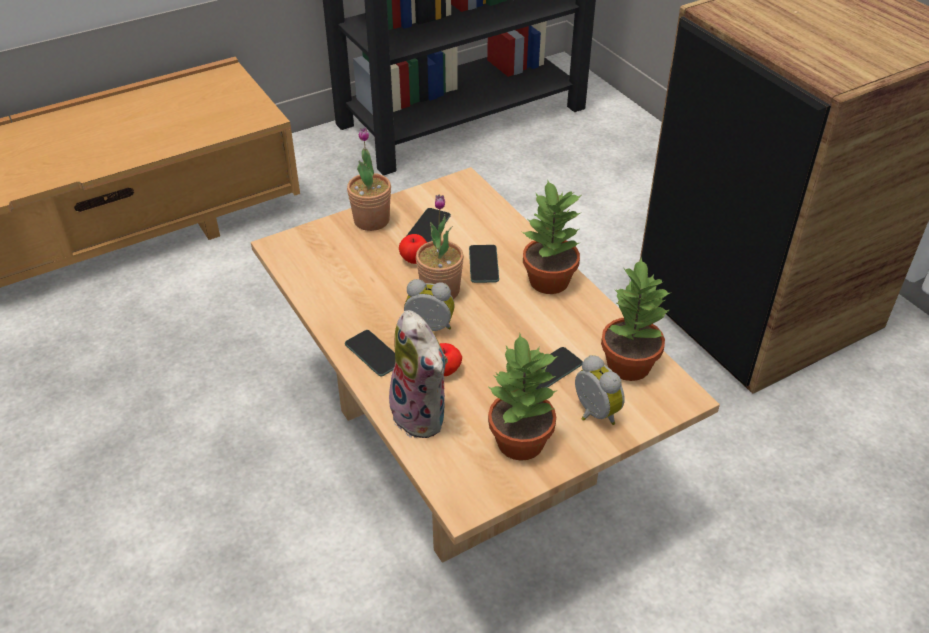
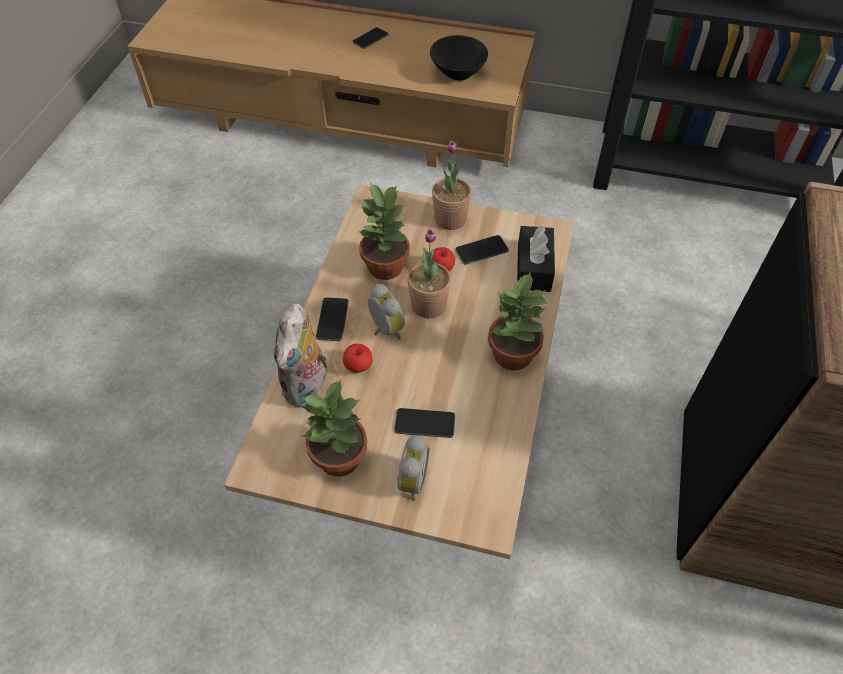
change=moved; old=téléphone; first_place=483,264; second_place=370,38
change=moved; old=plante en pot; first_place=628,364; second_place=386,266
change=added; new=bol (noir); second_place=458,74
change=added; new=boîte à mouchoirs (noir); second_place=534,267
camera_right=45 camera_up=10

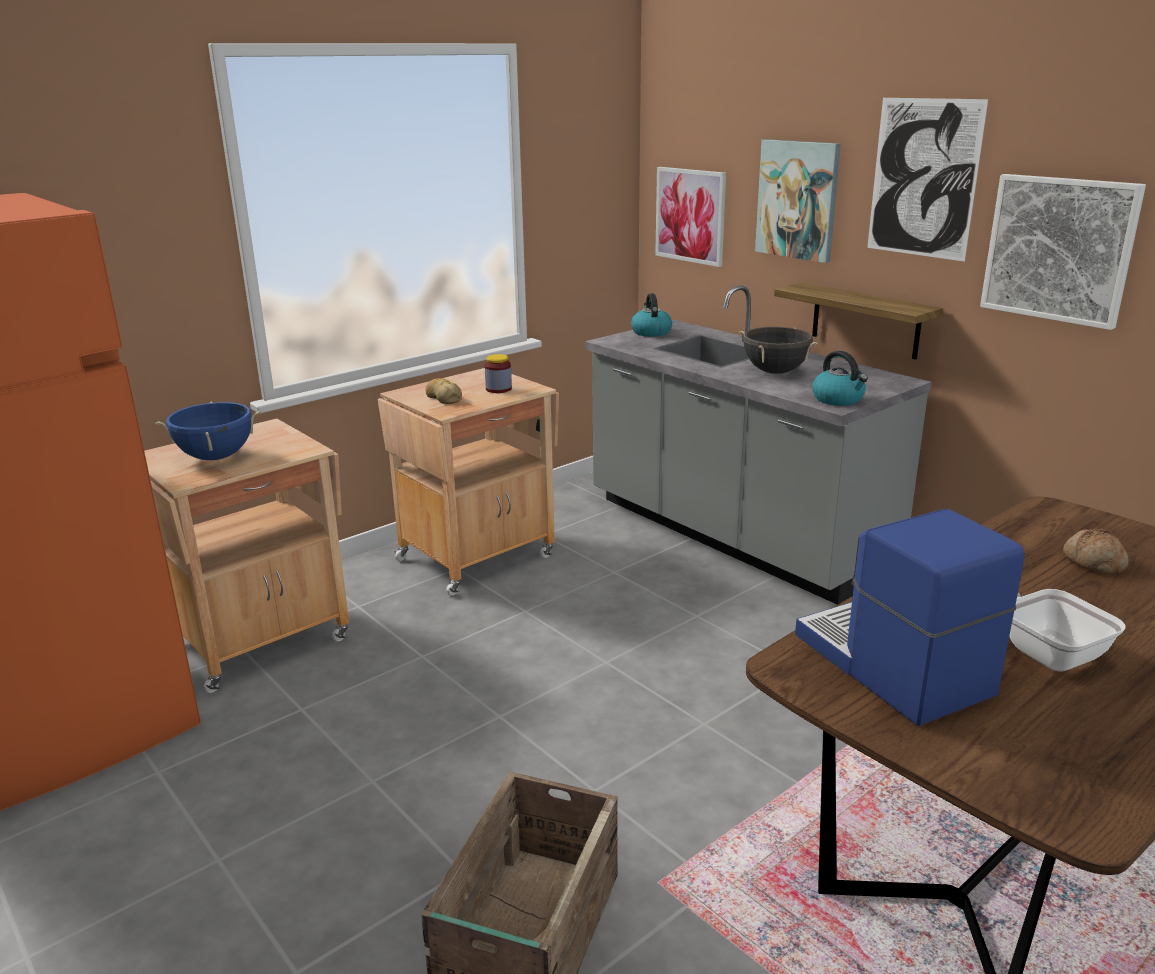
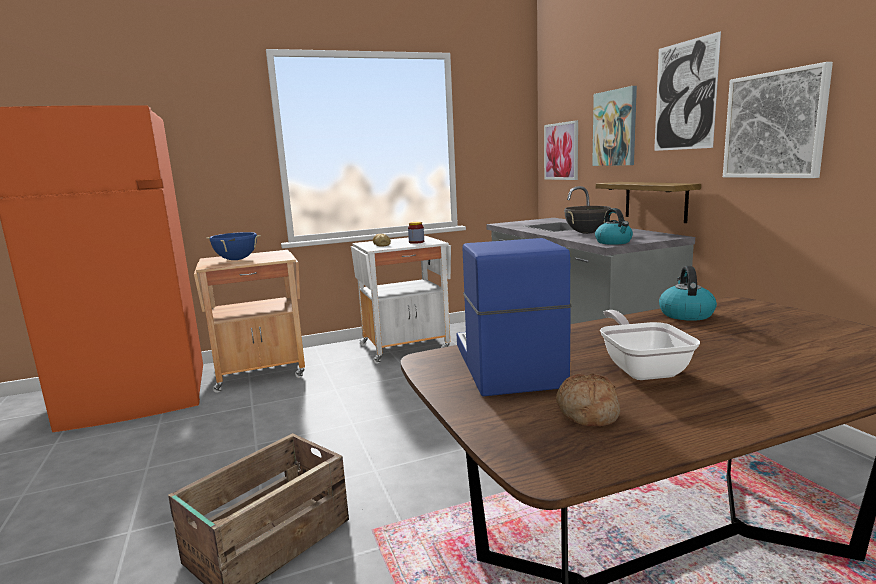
change=moved; old=bouilloire; first_place=650,332; second_place=685,314
change=recoloured; old=chariot (marron); new=chariot (blanc); first_place=477,557; second_place=406,347
change=moved; old=pain; first_place=1093,562; second_place=586,412
camera_right=20 camera_up=-10

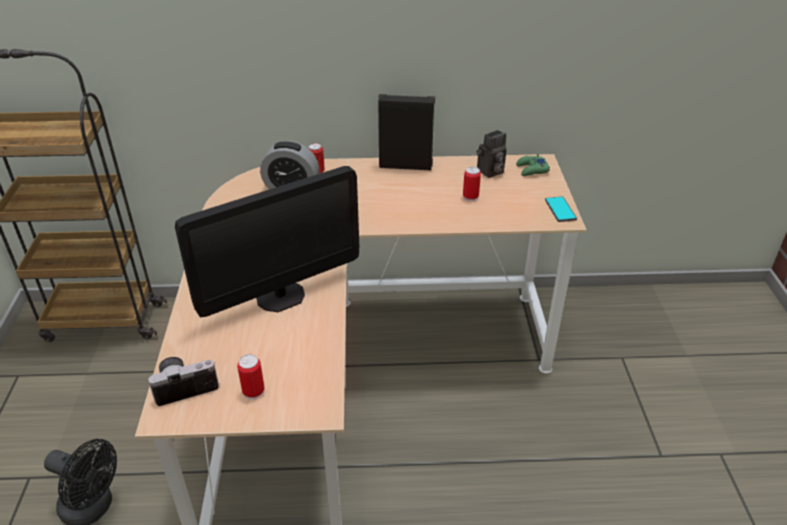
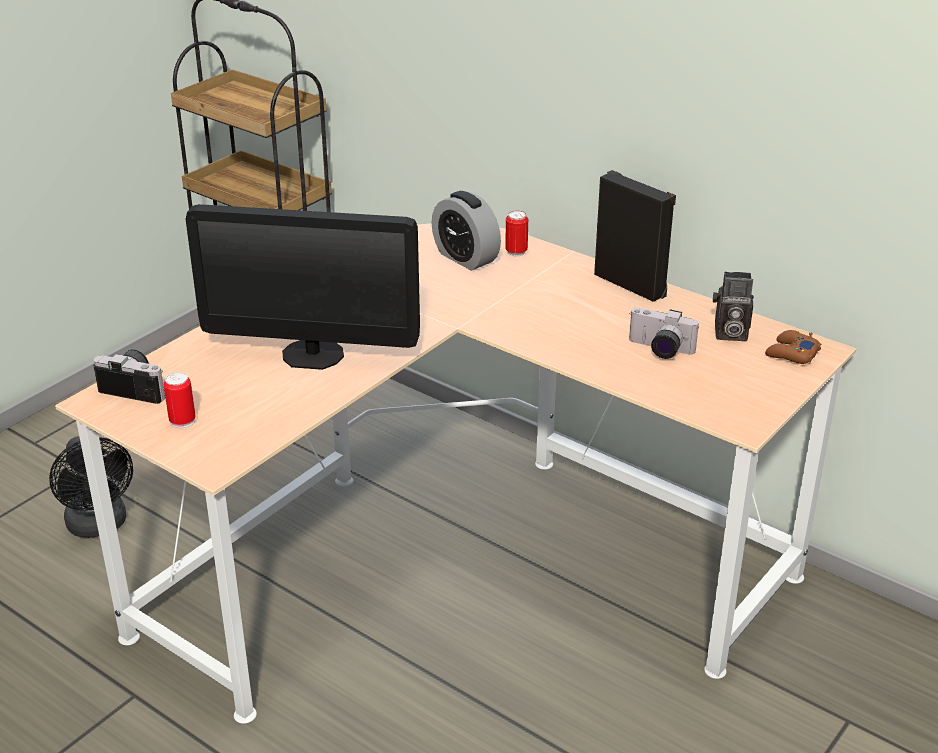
change=recoloured; old=manette (vert); new=manette (marron); first_place=532,170; second_place=791,354
change=replaced; old=boîte métallique; new=appareil photo; first_place=470,197; second_place=659,350
change=removed; old=téléphone; first_place=560,209
camera_right=40 camera_up=-5

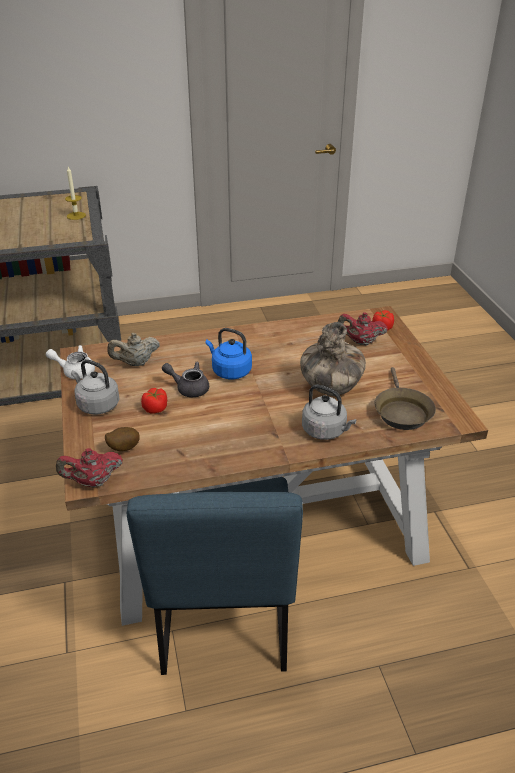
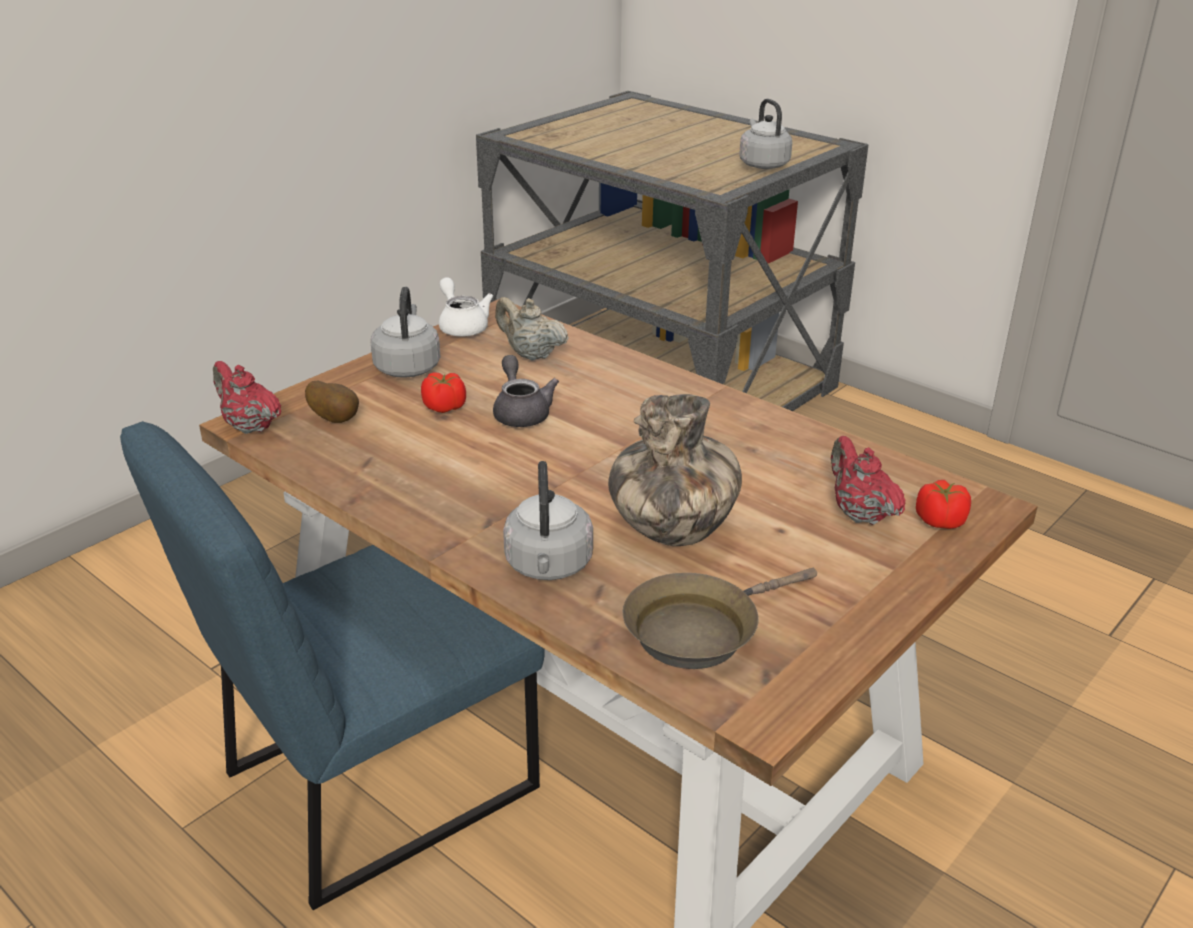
change=replaced; old=bougie; new=bouilloire (gris); first_place=76,216; second_place=762,164
change=removed; old=bouilloire (bleu); first_place=230,371
camera_right=55 camera_up=-5

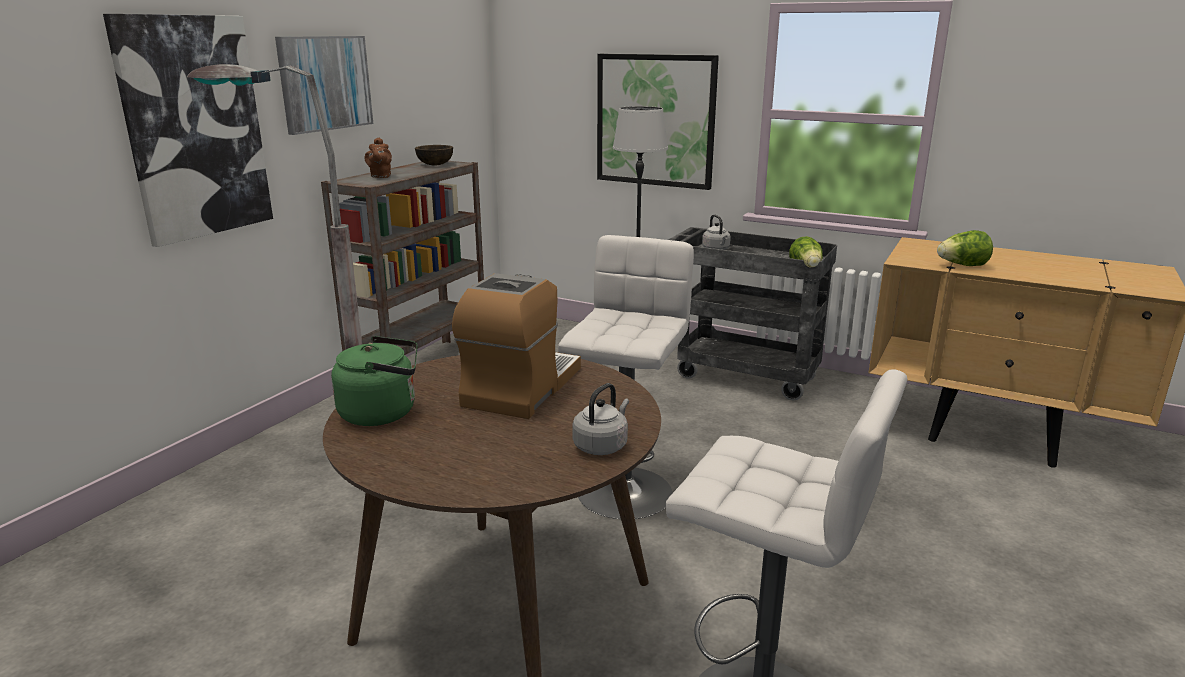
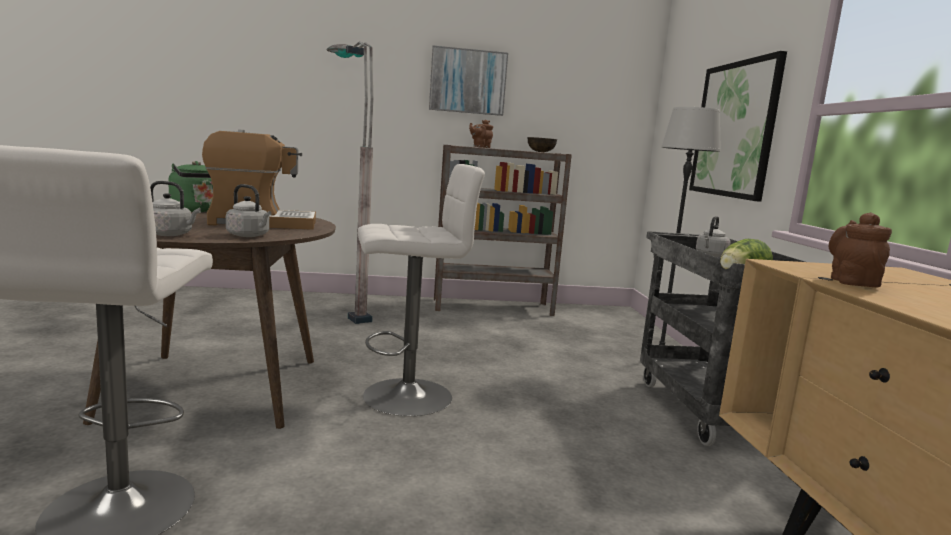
change=removed; old=tableau; first_place=194,128
change=replaced; old=laitue; new=théière (marron); first_place=962,265; second_place=852,282
change=added; new=bouilloire (gris); second_place=249,236
camera_right=55 camera_up=-10

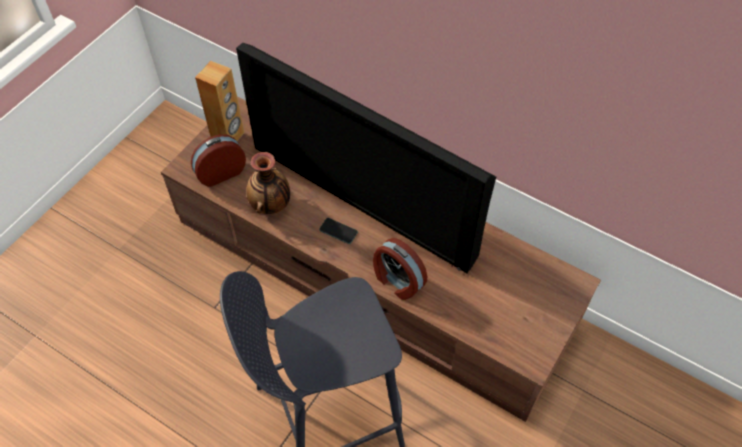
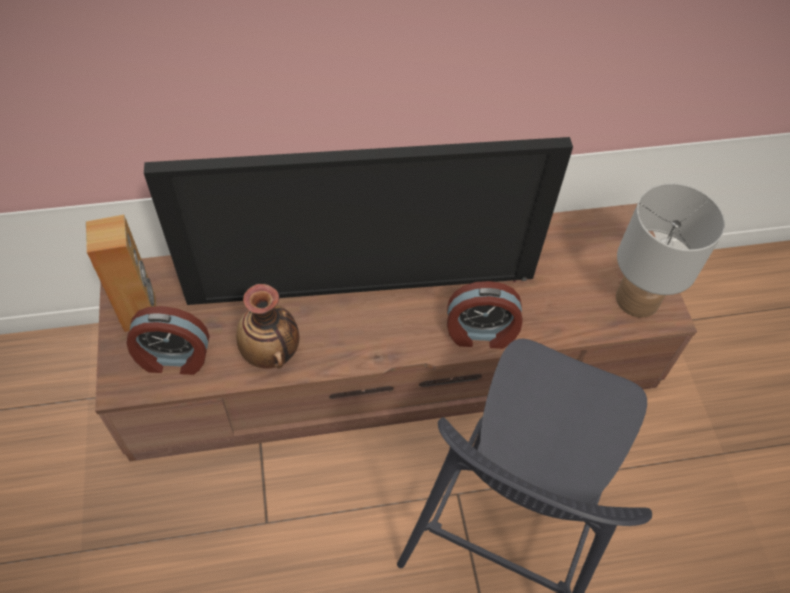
change=turned; old=réveil; first_place=220,172; second_place=174,359; degrees=-105
change=removed; old=téléphone; first_place=338,231
change=added; new=lampe de table (gris); second_place=637,299
camera_right=-45 camera_up=0

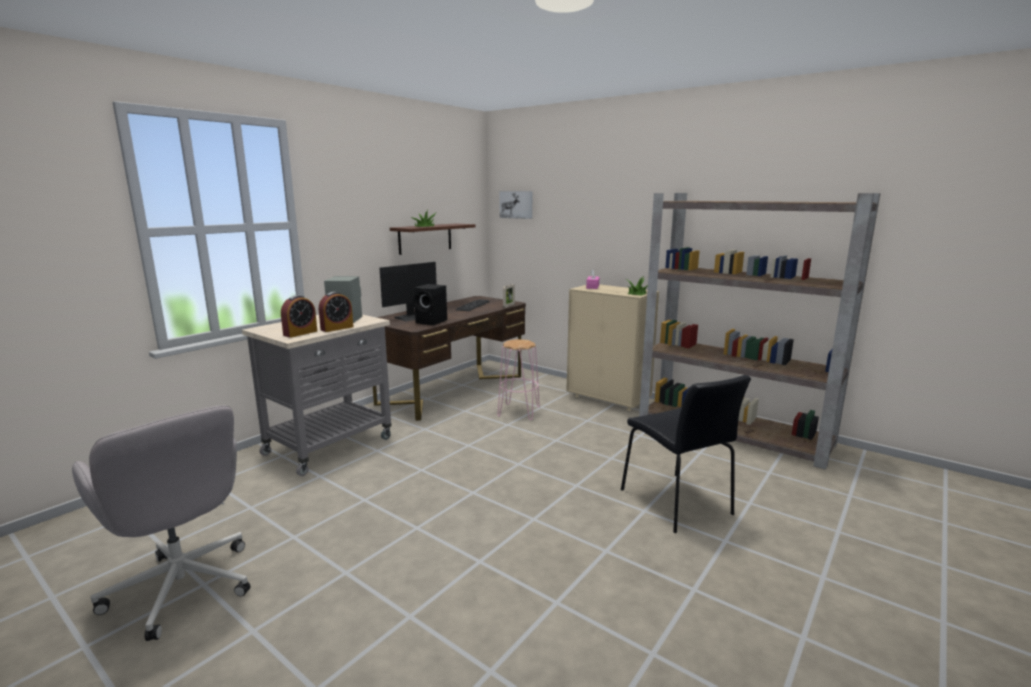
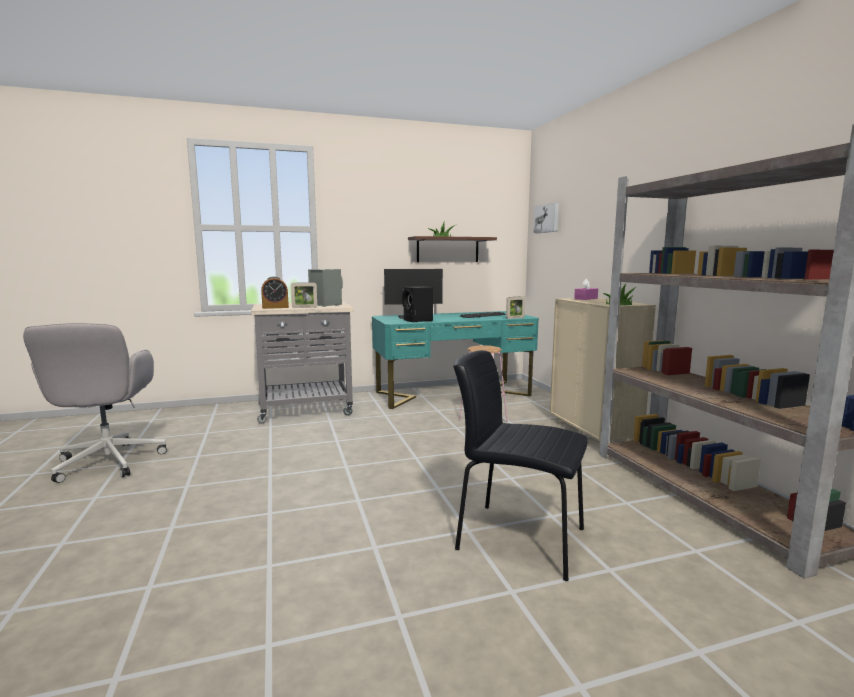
change=replaced; old=réveil; new=cadre photo; first_place=337,328; second_place=304,307
change=recoloured; old=bureau (marron); new=bureau (turquoise); first_place=453,389; second_place=453,394
change=turned; old=chaise (noir); first_place=678,503; second_place=516,538; degrees=105
camera_right=35 camera_up=-5

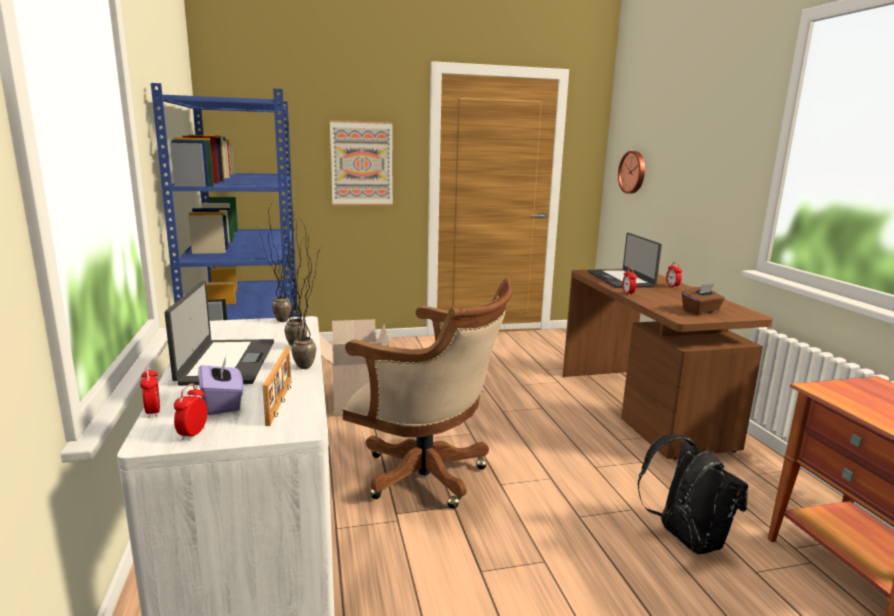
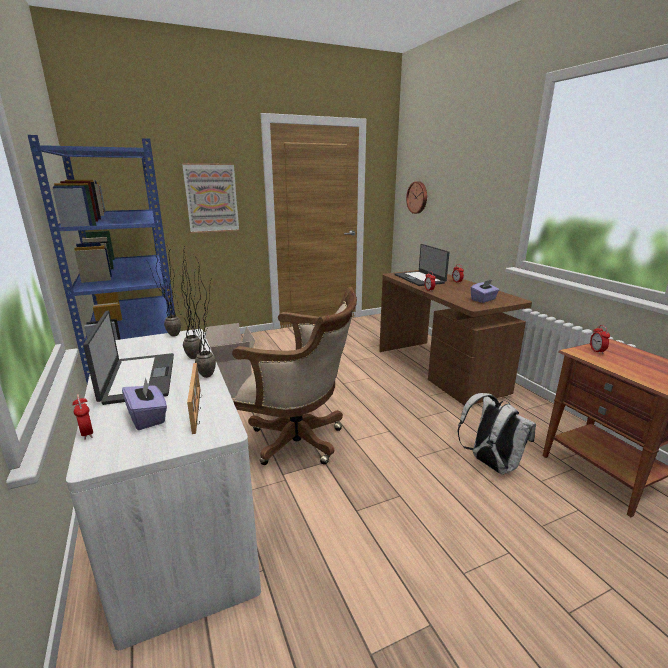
change=recoloured; old=boîte à mouchoirs (marron); new=boîte à mouchoirs (violet); first_place=701,311; second_place=483,300
change=moved; old=réveil; first_place=193,434; second_place=597,351
change=recoloured; old=sac à dos (noir); new=sac à dos (blanc); first_place=685,539; second_place=490,464
camera_right=-10 camera_up=5

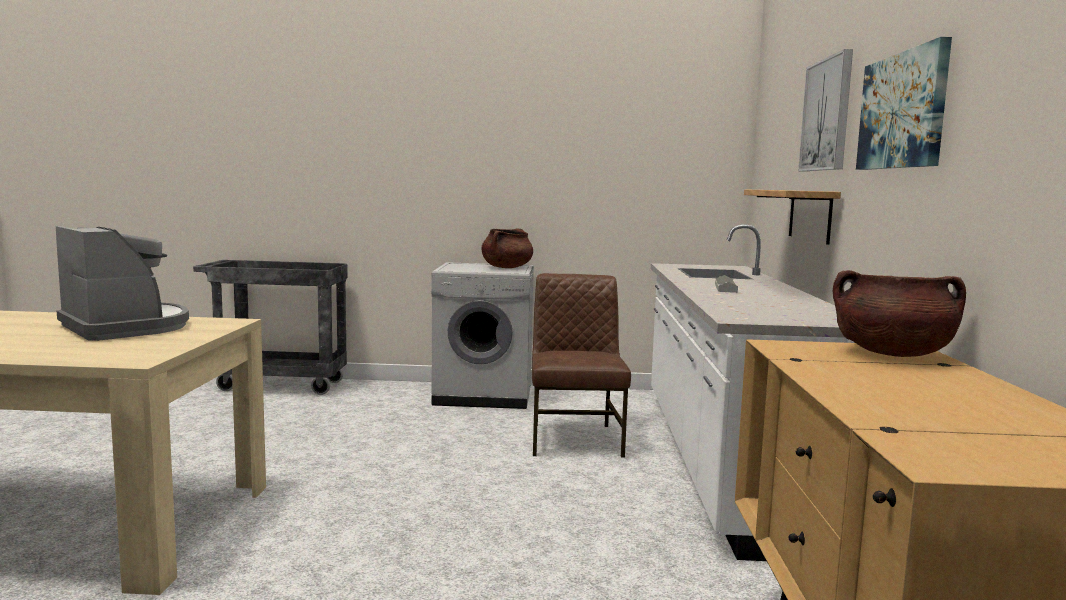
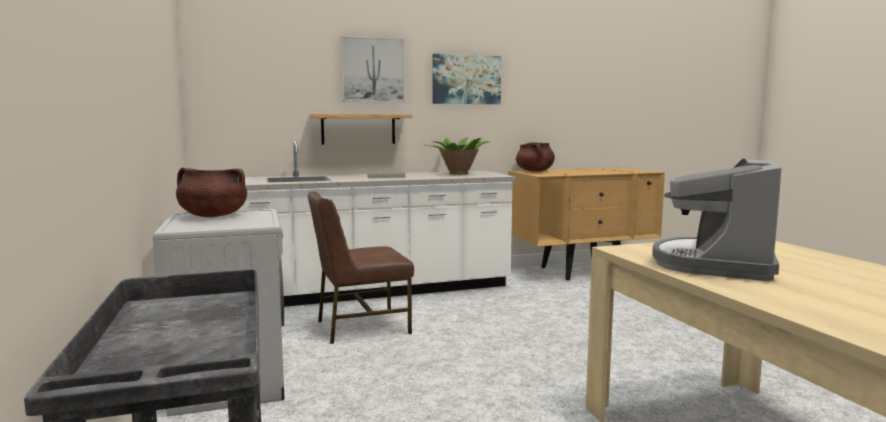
change=added; new=plante en pot; second_place=458,174
camera_right=-110 camera_up=0

